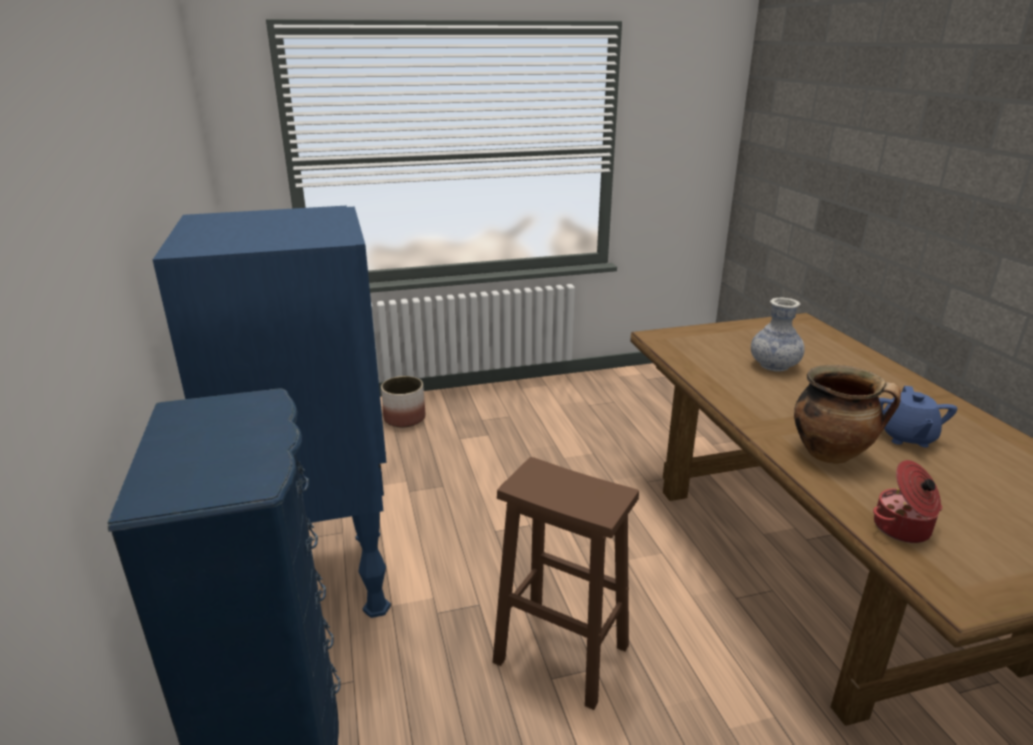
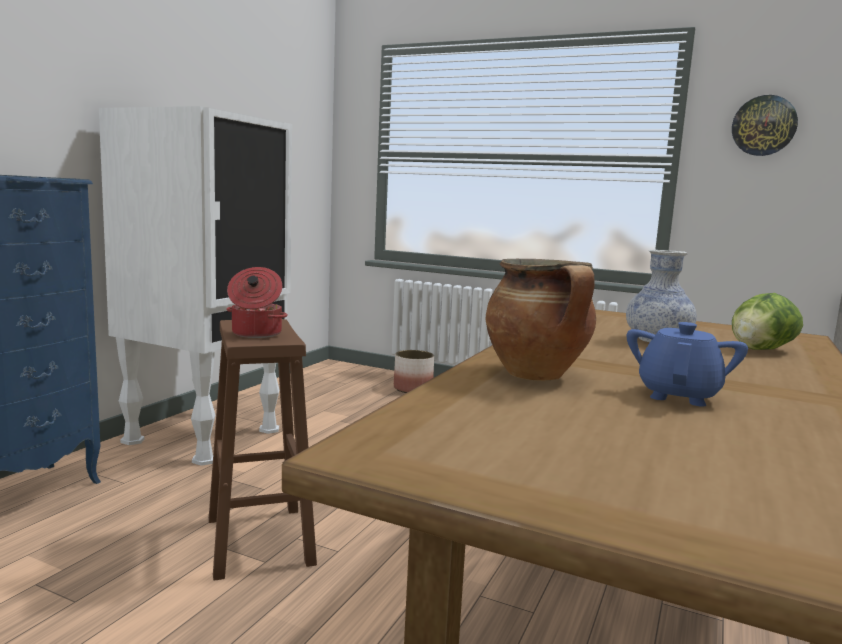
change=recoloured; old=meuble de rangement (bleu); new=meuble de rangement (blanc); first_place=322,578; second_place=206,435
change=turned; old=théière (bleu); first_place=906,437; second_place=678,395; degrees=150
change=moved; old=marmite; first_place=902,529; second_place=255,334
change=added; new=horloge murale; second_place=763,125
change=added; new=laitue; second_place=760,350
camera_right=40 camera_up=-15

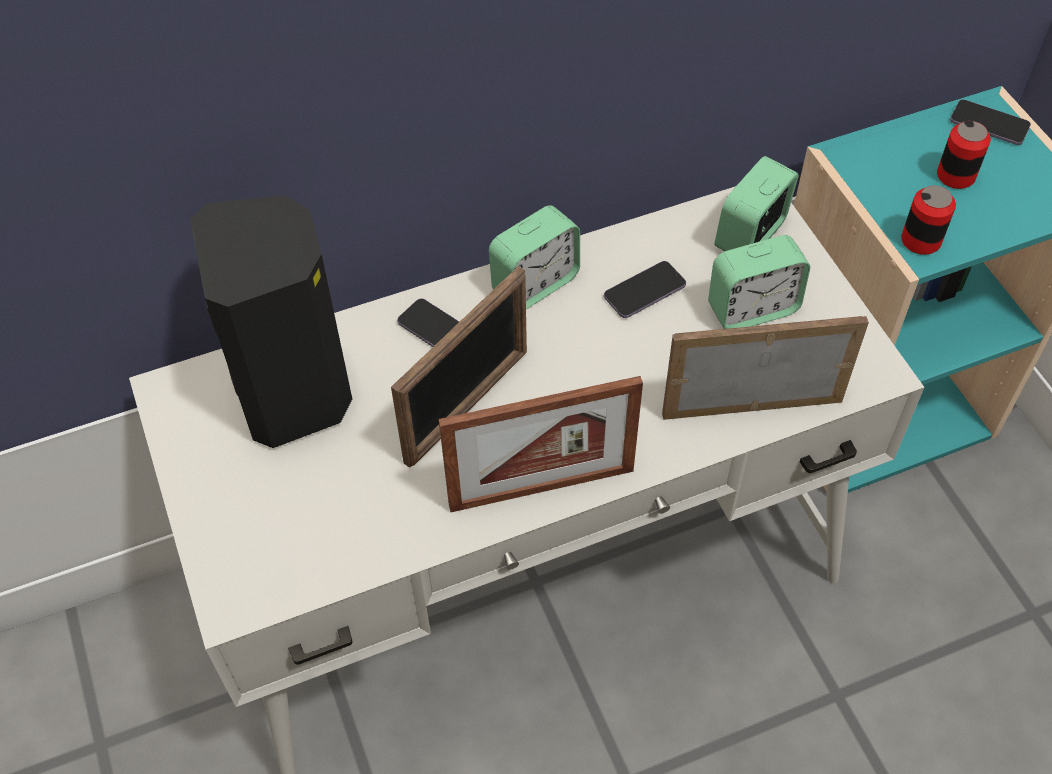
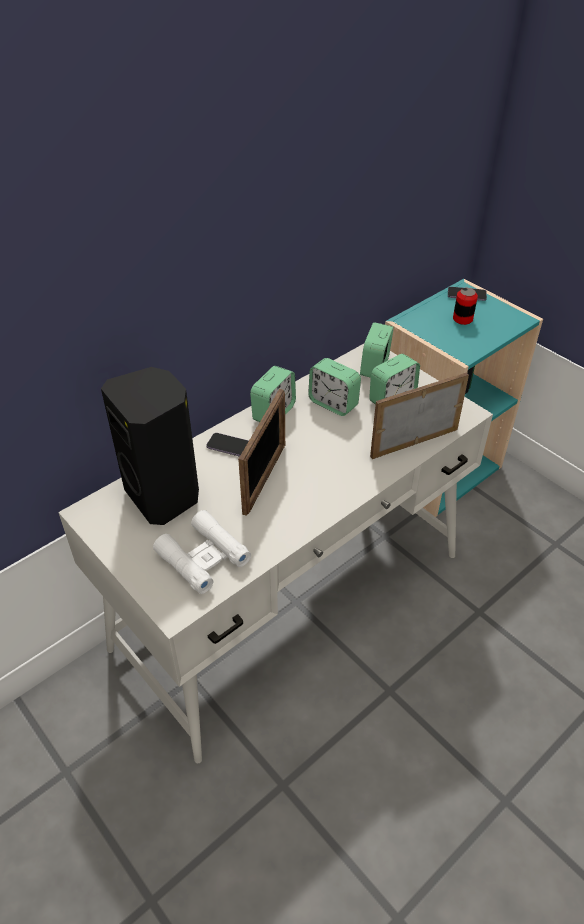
change=removed; old=boîte métallique; first_place=921,240
change=replaced; old=téléphone; new=réveil; first_place=644,291; second_place=333,403
change=removed; old=cadre photo; first_place=541,488
change=added; new=jumelles (blanc); second_place=203,557
camera_right=-20 camera_up=-10

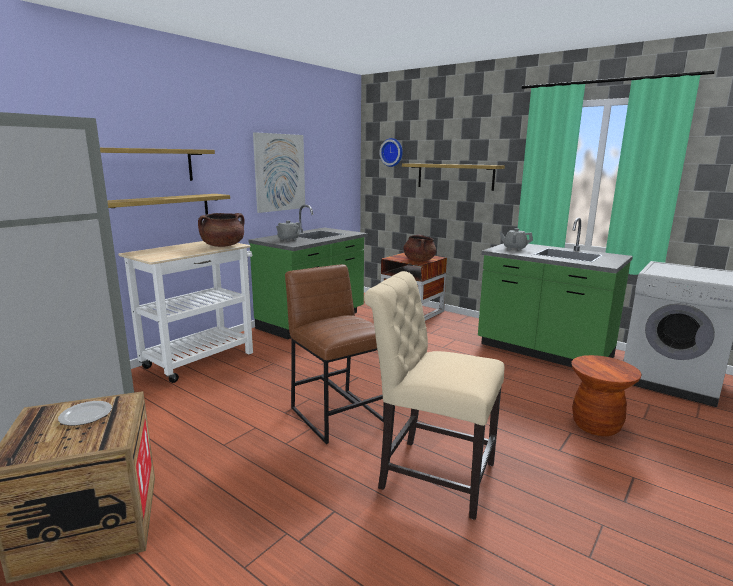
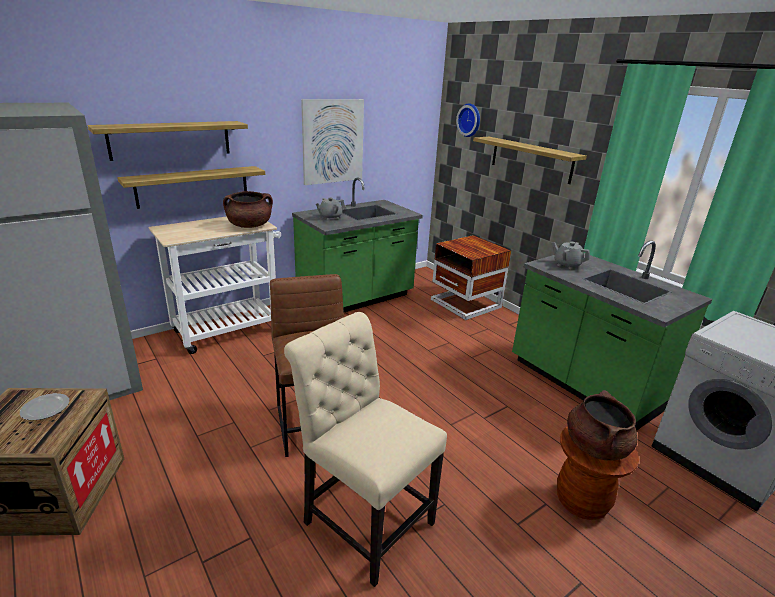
change=moved; old=marmite (marron); first_place=419,260; second_place=595,446
camera_right=15 camera_up=10

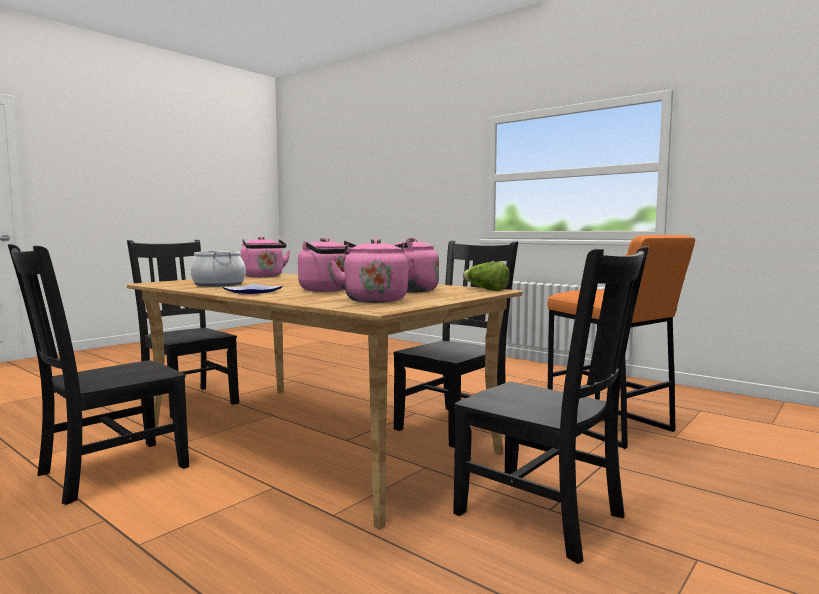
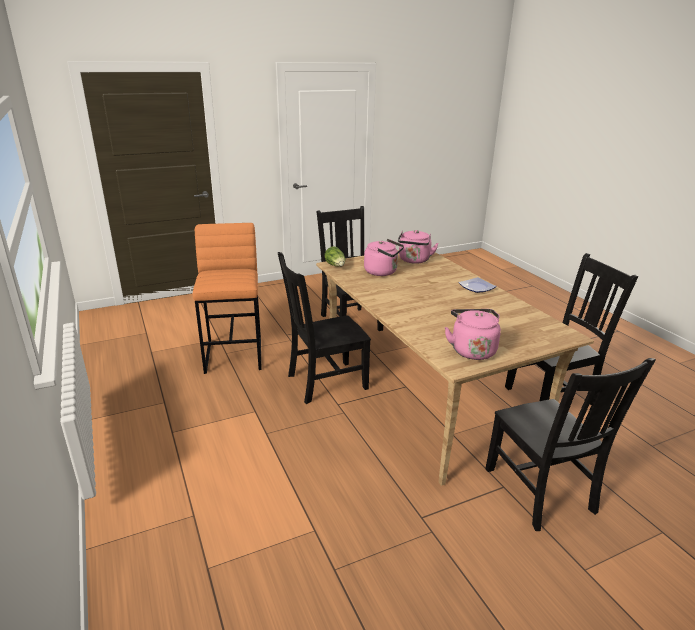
change=removed; old=bouilloire (rose); first_place=328,290
change=removed; old=marmite; first_place=218,284
camera_right=-155 camera_up=20

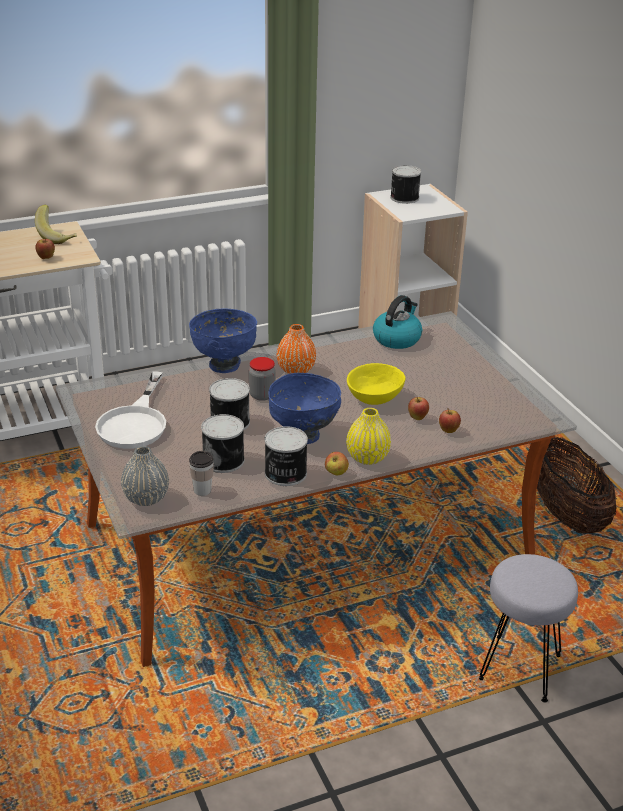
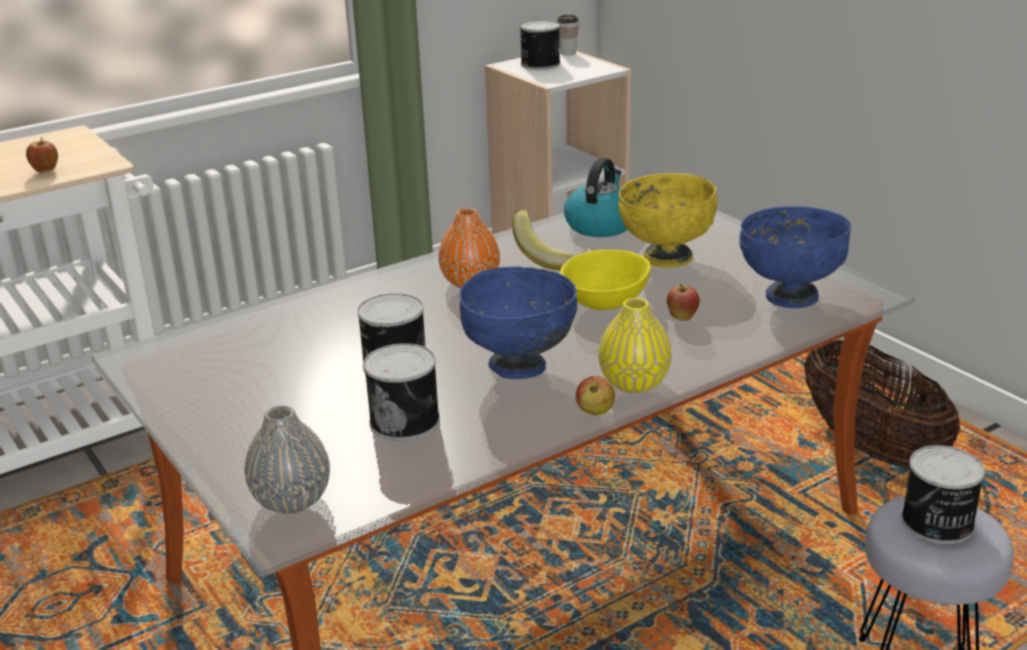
change=moved; old=banane; first_place=57,237; second_place=552,259
change=moved; old=bol (bleu); first_place=224,364; second_place=790,296
change=removed; old=bocal; first_place=262,395
change=removed; old=poêle (blanc); first_place=135,422
change=removed; old=pomme; first_place=448,431
change=moved; old=boîte métallique; first_place=285,474; second_place=937,524
change=moved; old=tasse; first_place=202,490; second_place=568,53
change=added; new=bol (jaune); second_place=666,258
camera_right=-10 camera_up=-5

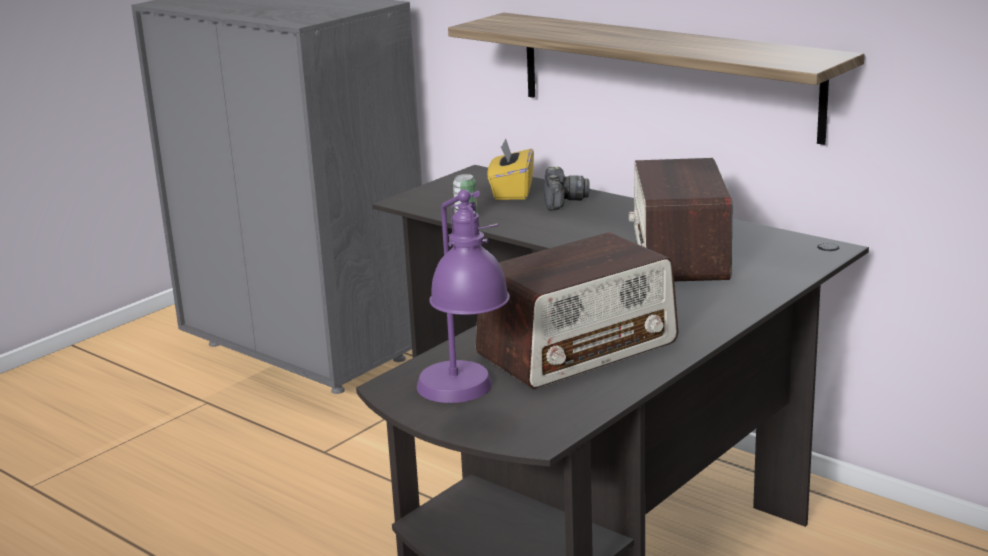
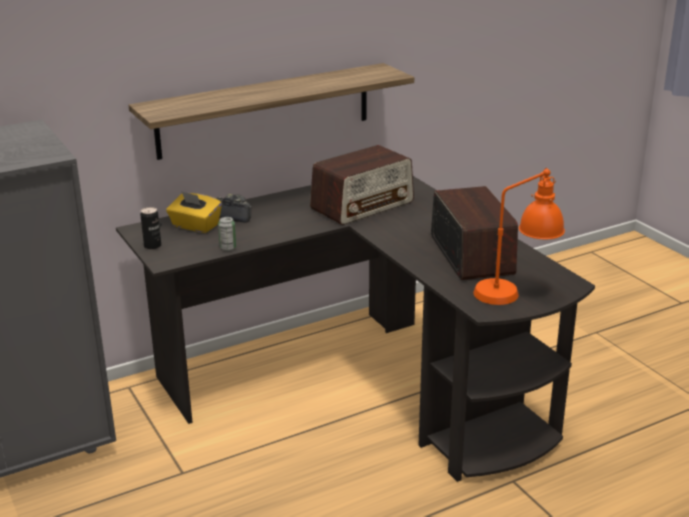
change=turned; old=radio; first_place=679,254; second_place=363,205; degrees=-60
change=recoloured; old=lampe de table (violet); new=lampe de table (orange); first_place=466,399; second_place=516,293
change=added; new=boîte métallique; second_place=152,246
camera_right=-70 camera_up=5

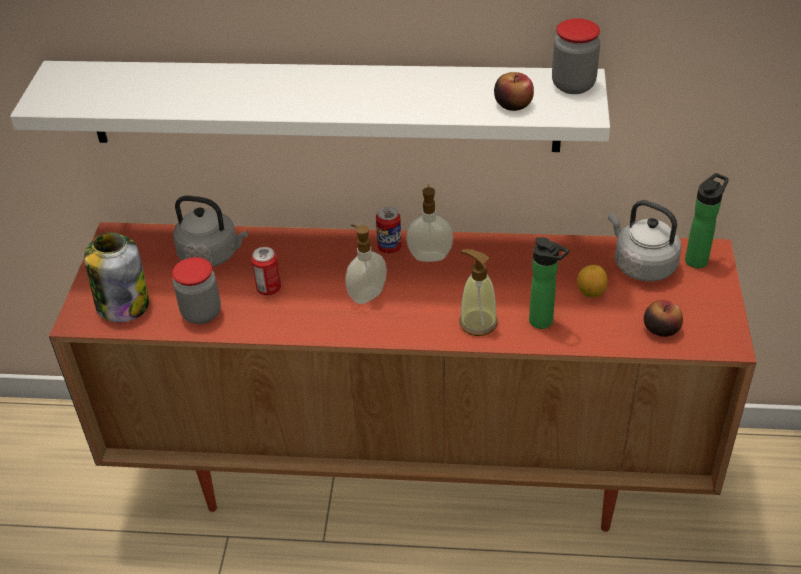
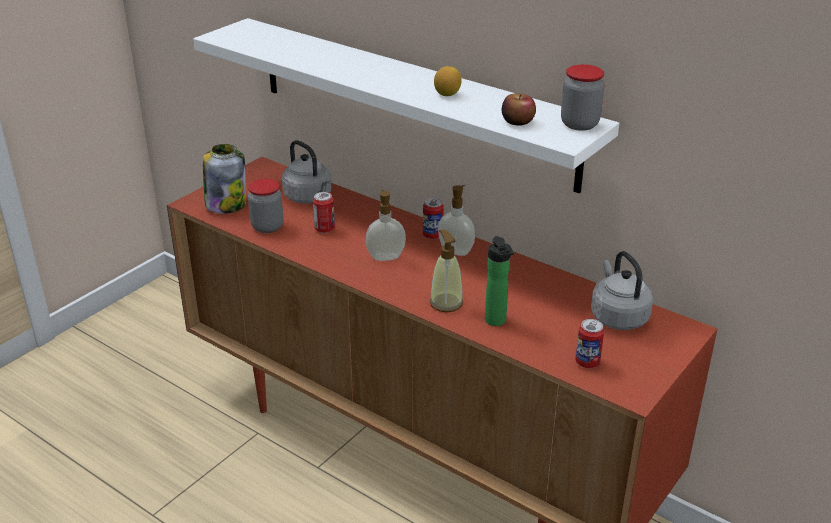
change=removed; old=bouteille; first_place=698,259
change=moved; old=citron; first_place=590,292; second_place=447,94
change=replaced; old=pomme; new=boîte métallique; first_place=661,328; second_place=587,362
camera_right=30 camera_up=-10

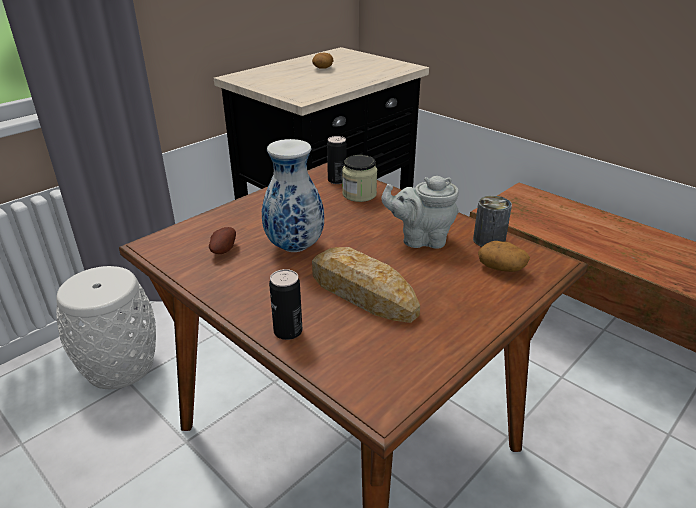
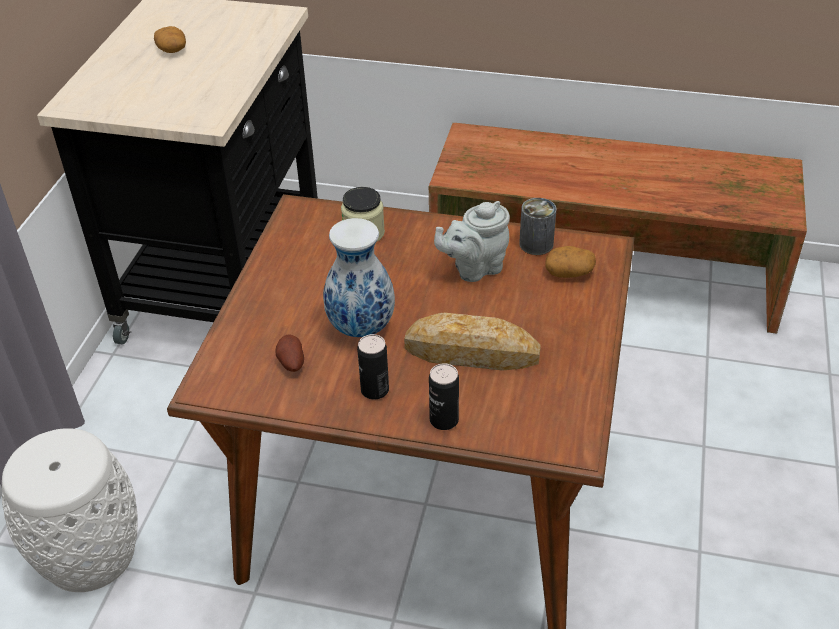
change=moved; old=boîte métallique; first_place=337,180; second_place=375,390
camera_right=-30 camera_up=10

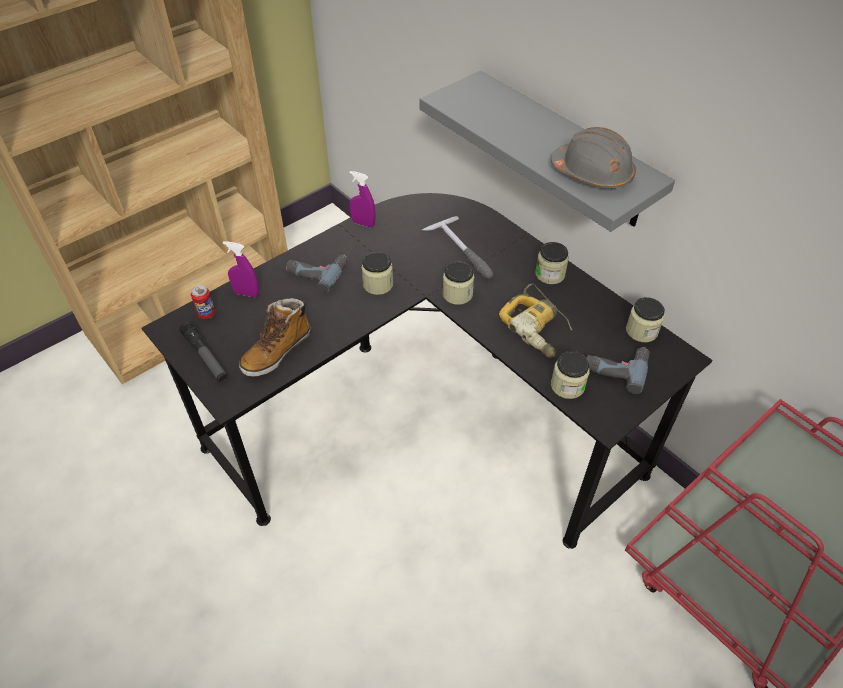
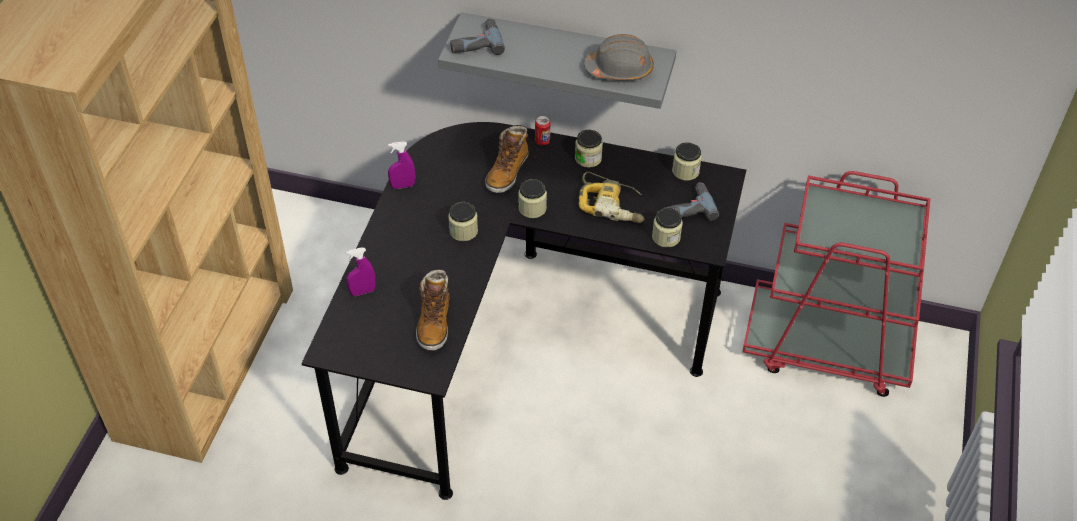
change=replaced; old=marteau; new=botte; first_place=463,253; second_place=507,172
change=moved; old=perceuse; first_place=317,271; second_place=475,42
change=moved; old=boîte métallique; first_place=206,314; second_place=542,141
change=removed; old=lampe de poche; first_place=205,356
camera_right=-35 camera_up=0

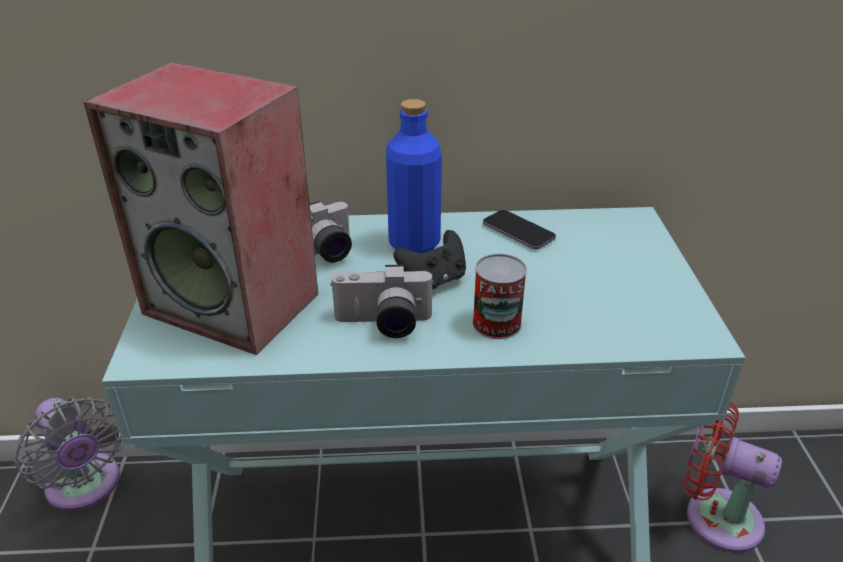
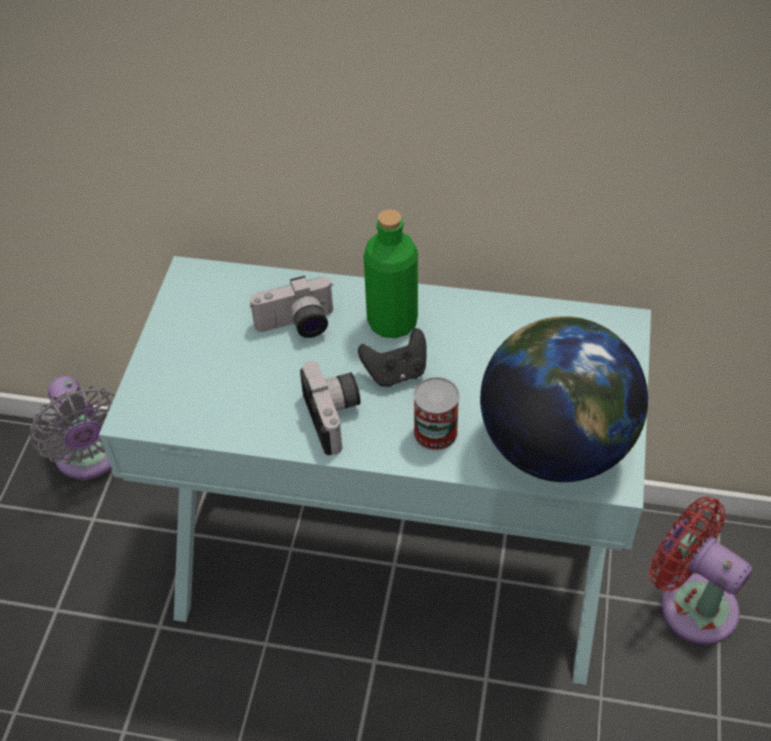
change=removed; old=enceinte; first_place=235,303
change=recoloured; old=bouteille (bleu); new=bouteille (vert); first_place=414,243; second_place=392,322
change=removed; old=téléphone; first_place=518,232
change=turned; old=appareil photo; first_place=383,325; second_place=336,416; degrees=-120
change=added; new=globe; second_place=555,446
camera_right=15 camera_up=15

